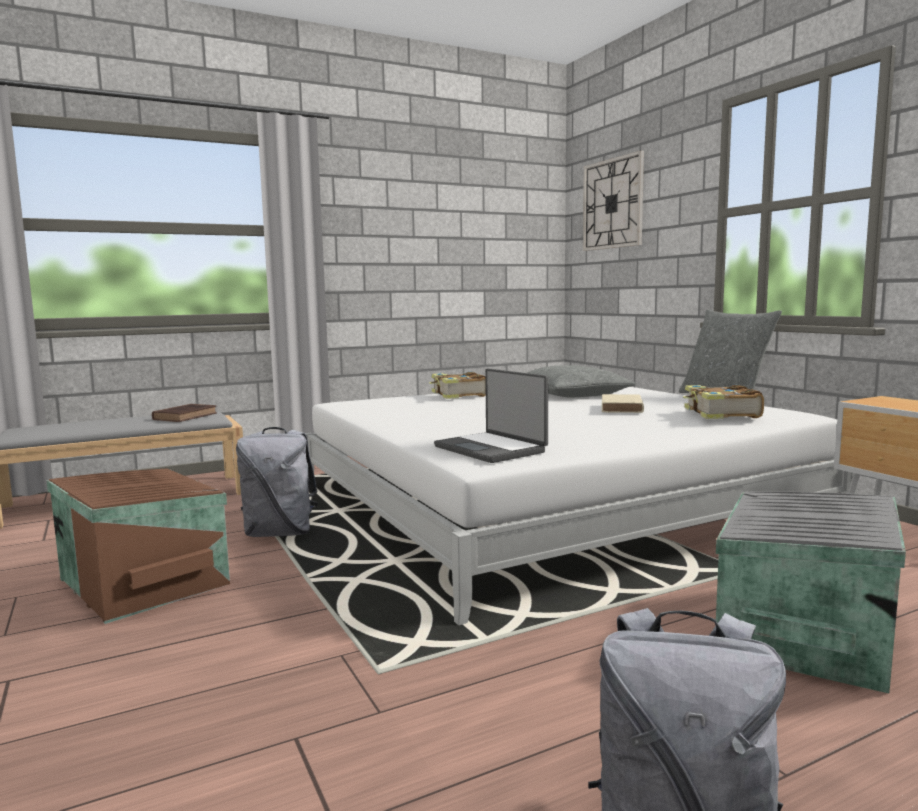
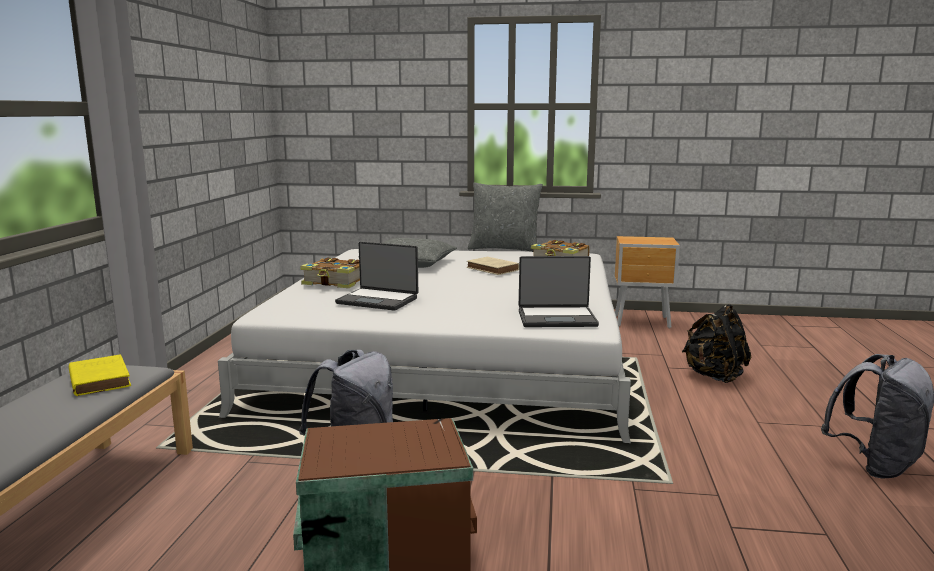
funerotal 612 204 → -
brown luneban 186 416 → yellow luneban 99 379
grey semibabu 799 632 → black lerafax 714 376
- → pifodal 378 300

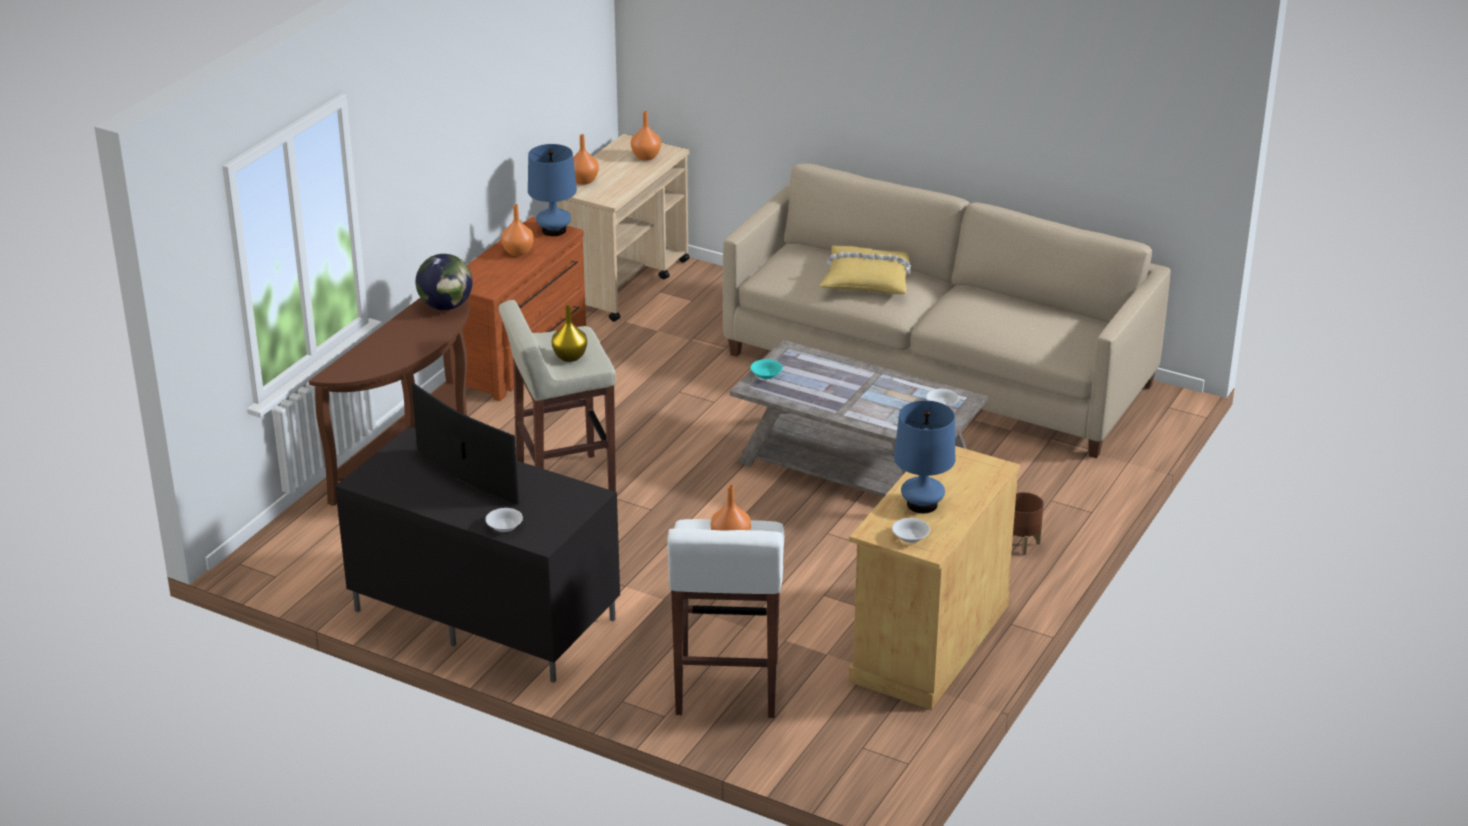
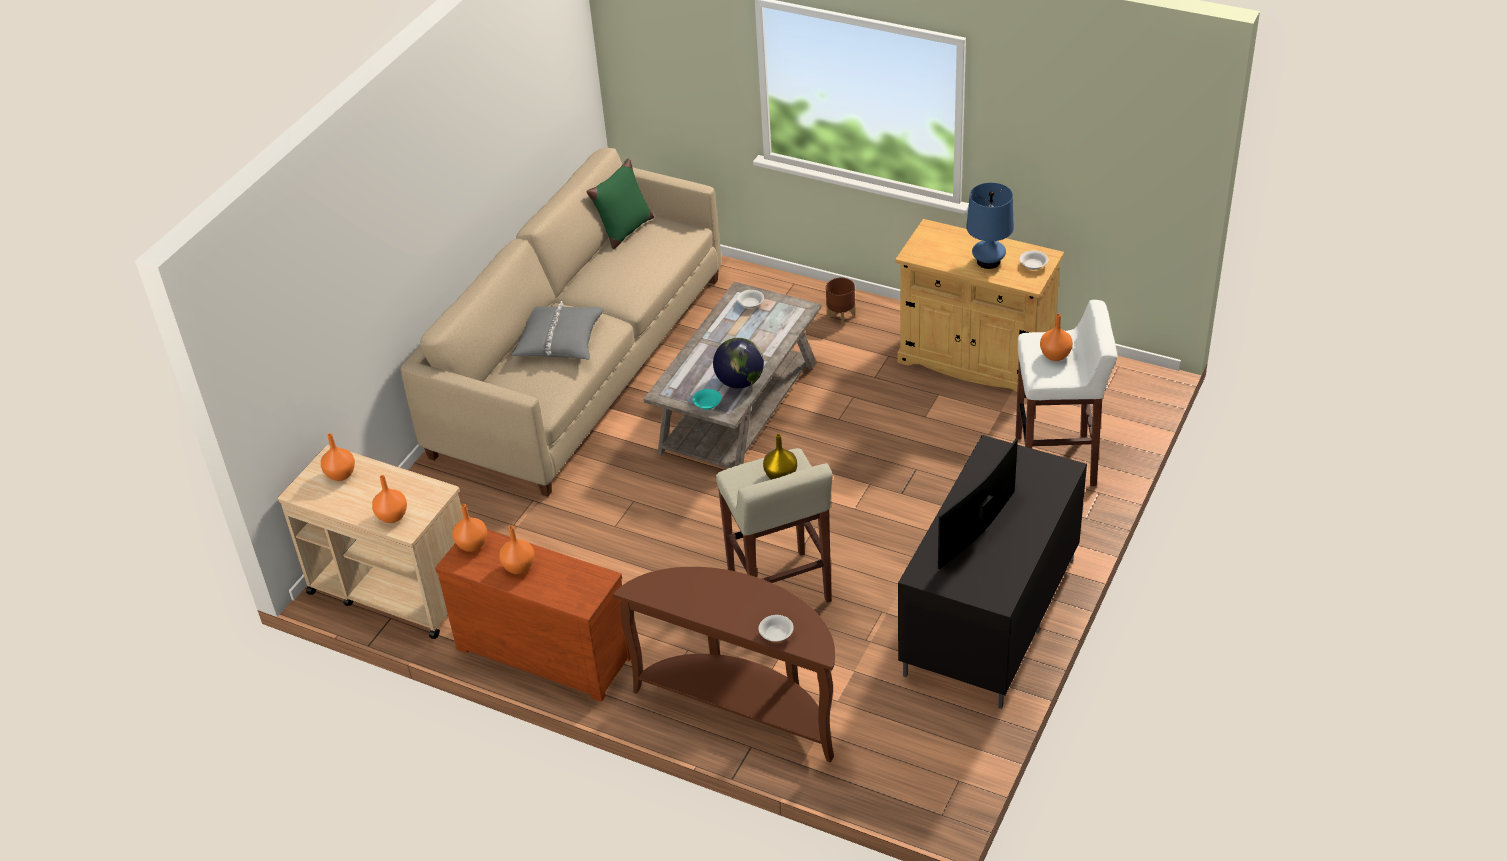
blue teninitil 554 230 → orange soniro 471 545
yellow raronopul 867 279 → grey raronopul 559 340
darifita 446 306 → darifita 740 382, shifted
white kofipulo 505 527 → white kofipulo 776 634, shifted
- → green raronopul 624 231

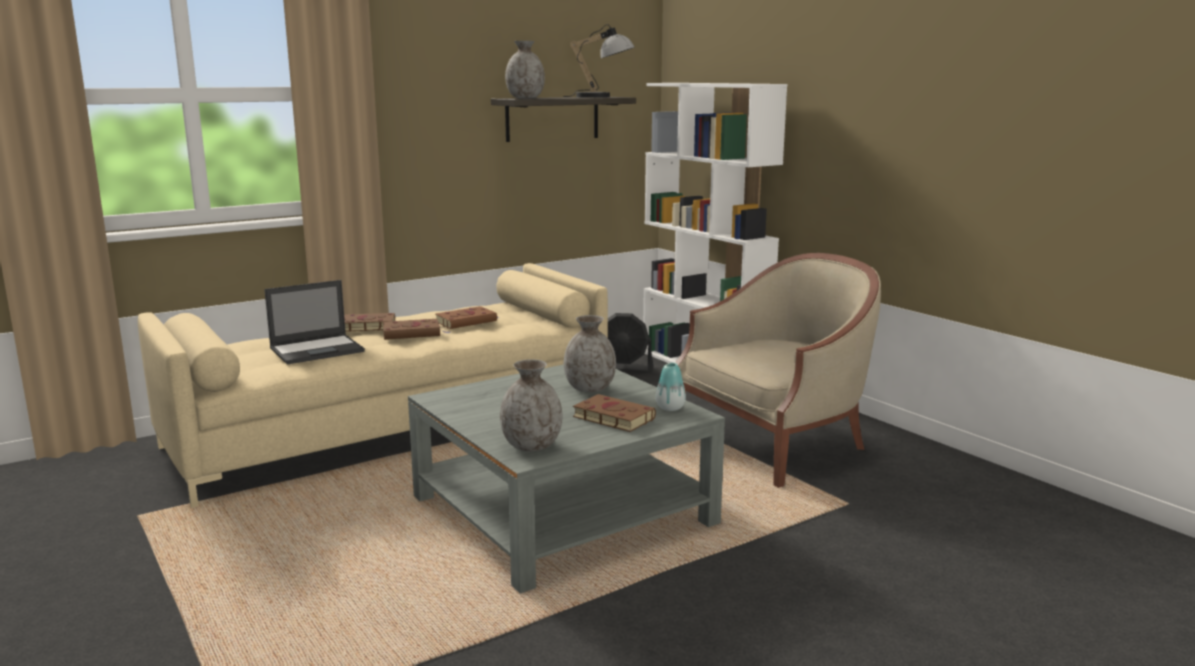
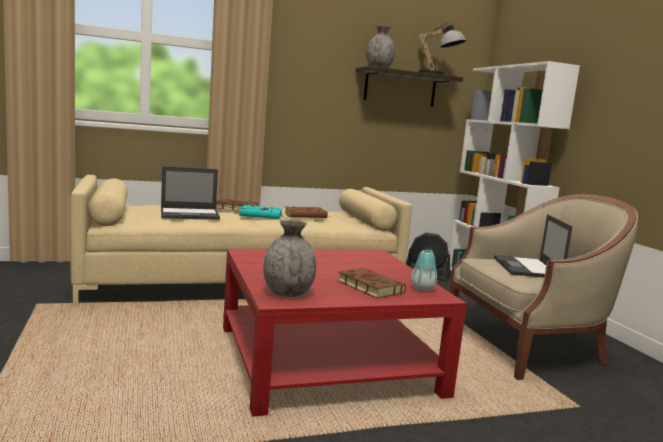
grey soniro 590 389 → -
brown luneban 413 333 → turquoise luneban 262 215
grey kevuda 562 510 → red kevuda 326 360
- → pifodal 527 268

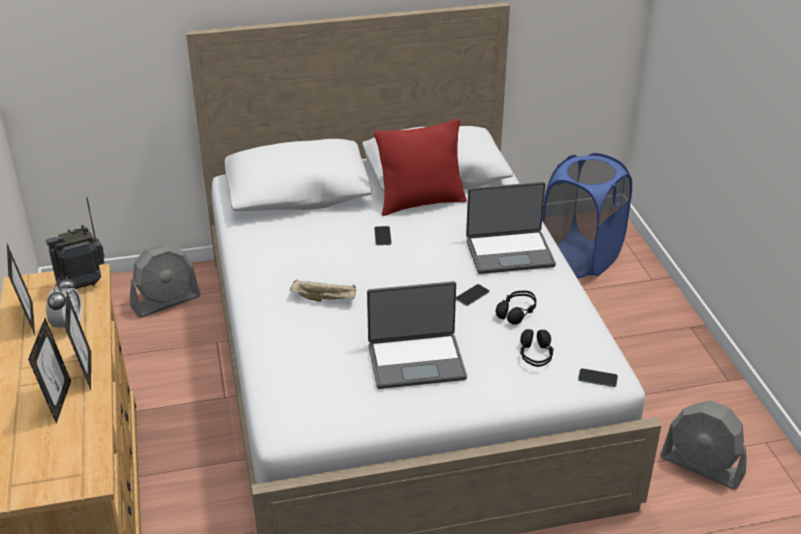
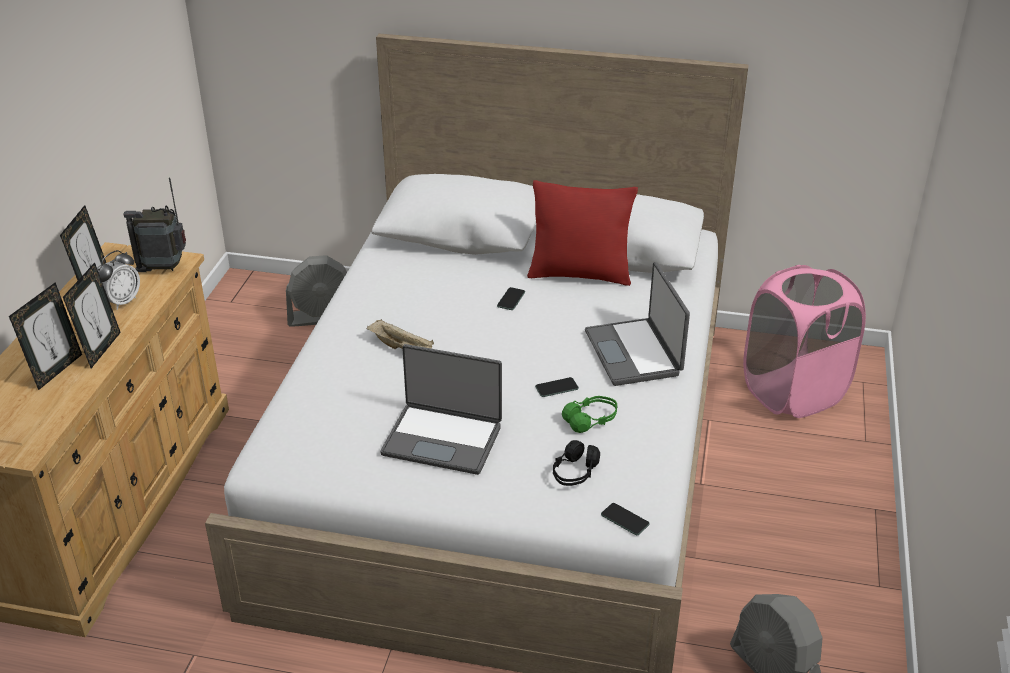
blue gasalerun 580 258 → pink gasalerun 793 392
pifodal 509 252 → pifodal 635 353, 60 degrees clockwise
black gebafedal 516 312 → green gebafedal 591 420

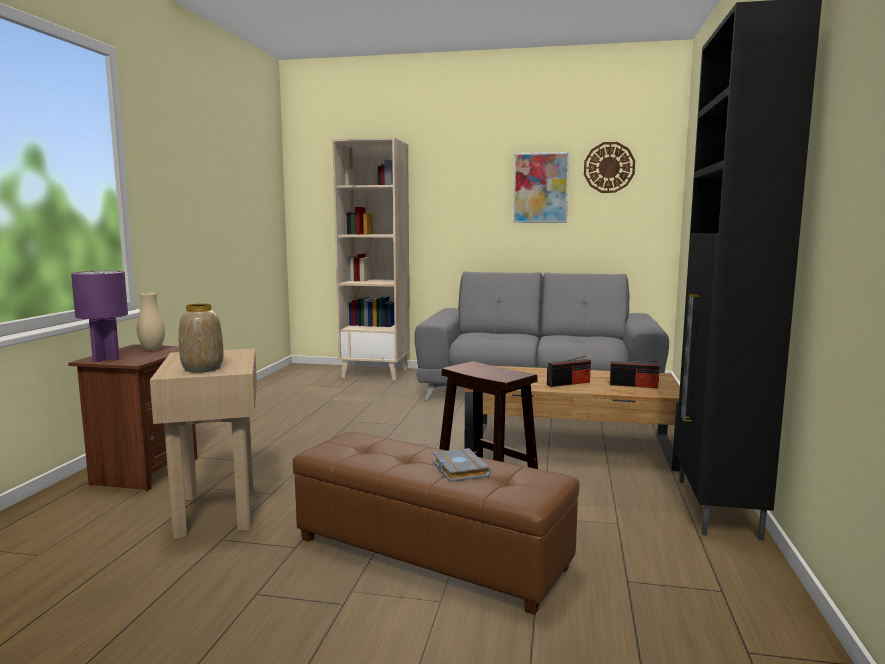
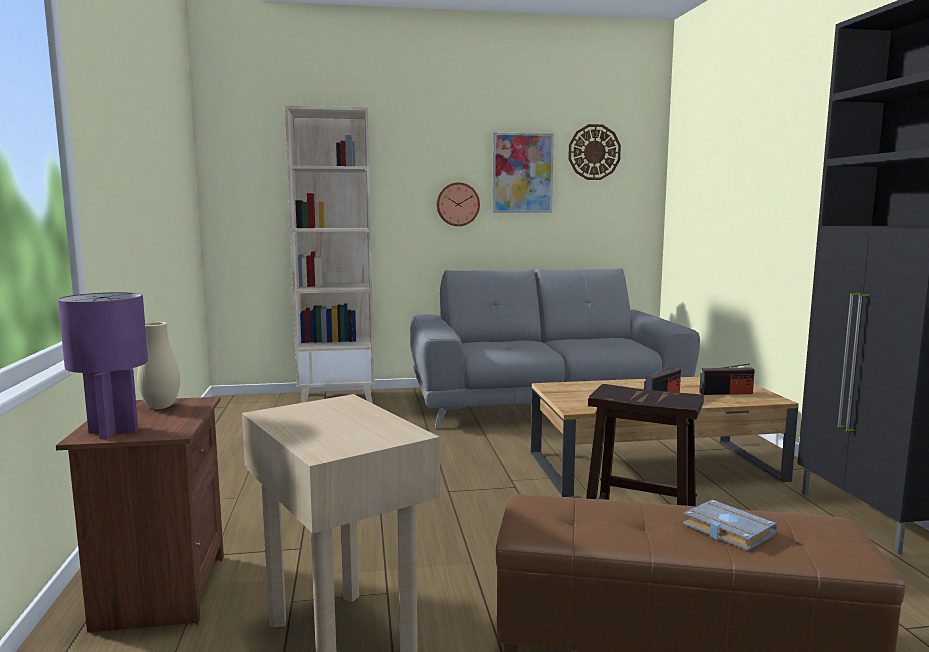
soniro 203 369 → -
- → funerotal 457 204

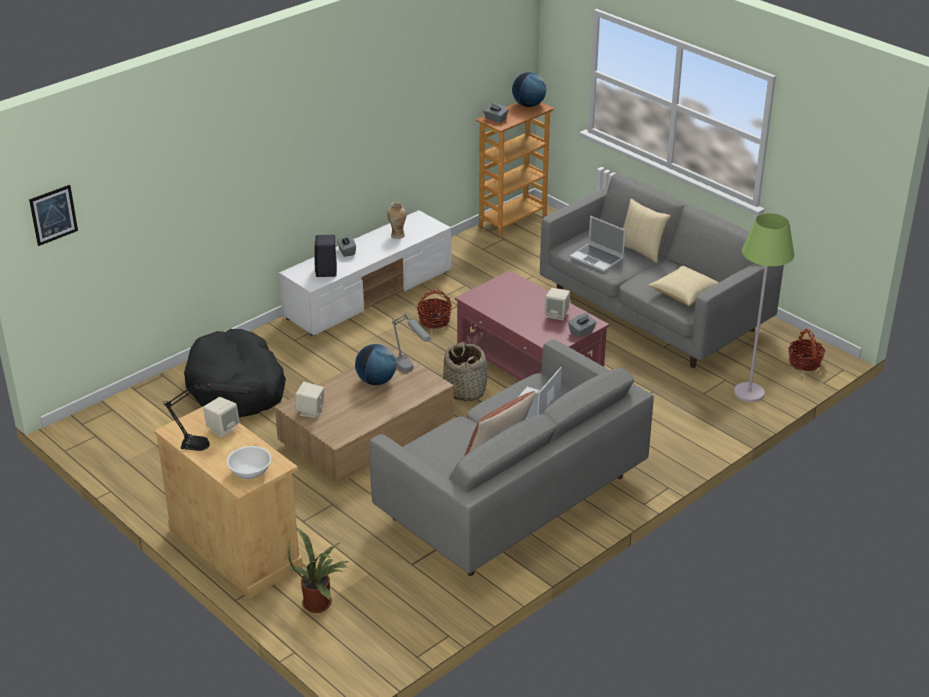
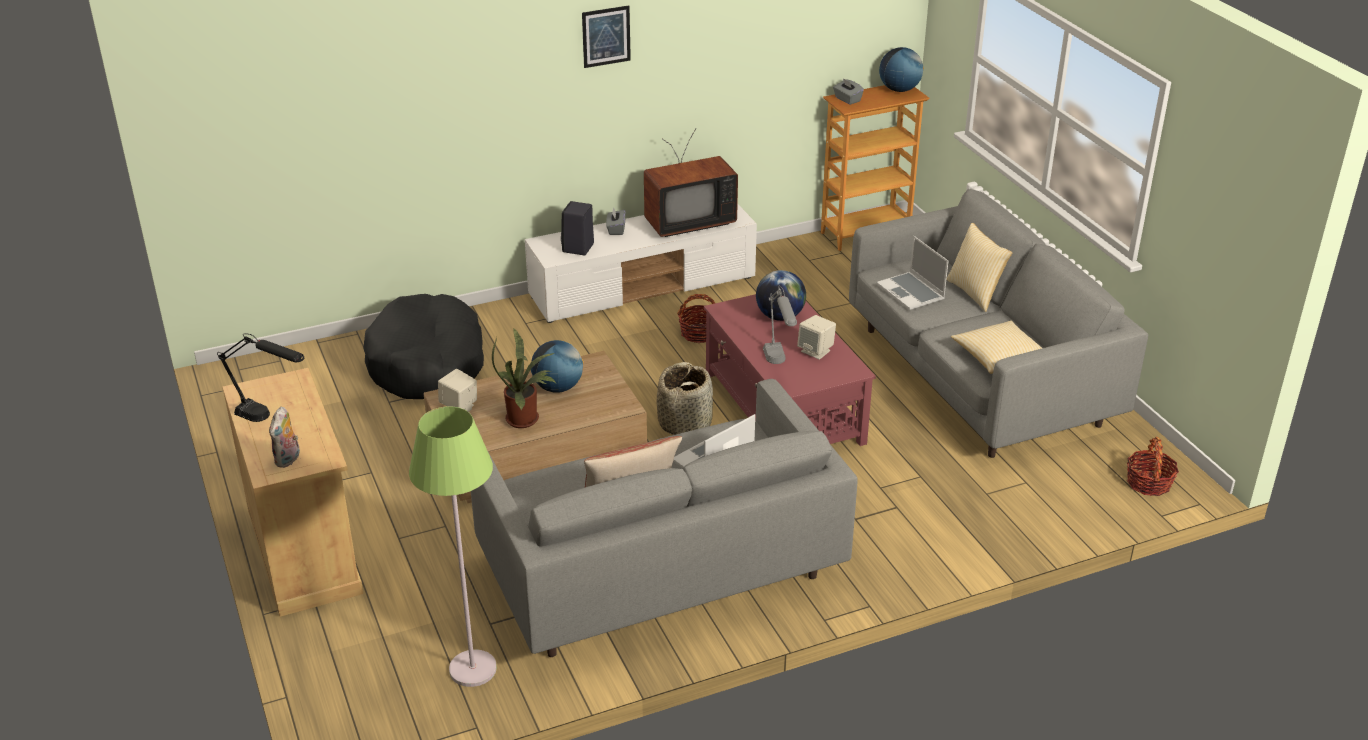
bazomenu 53 215 → bazomenu 606 36, shifted
soniro 397 235 → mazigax 687 222
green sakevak 749 393 → green sakevak 472 669, shifted
grey teninitil 411 373 → grey teninitil 778 366, shifted
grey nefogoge 582 332 → -
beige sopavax 222 429 → -
white kofipulo 250 472 → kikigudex 288 460
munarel 320 602 → munarel 526 419, shifted
- → darifita 780 316

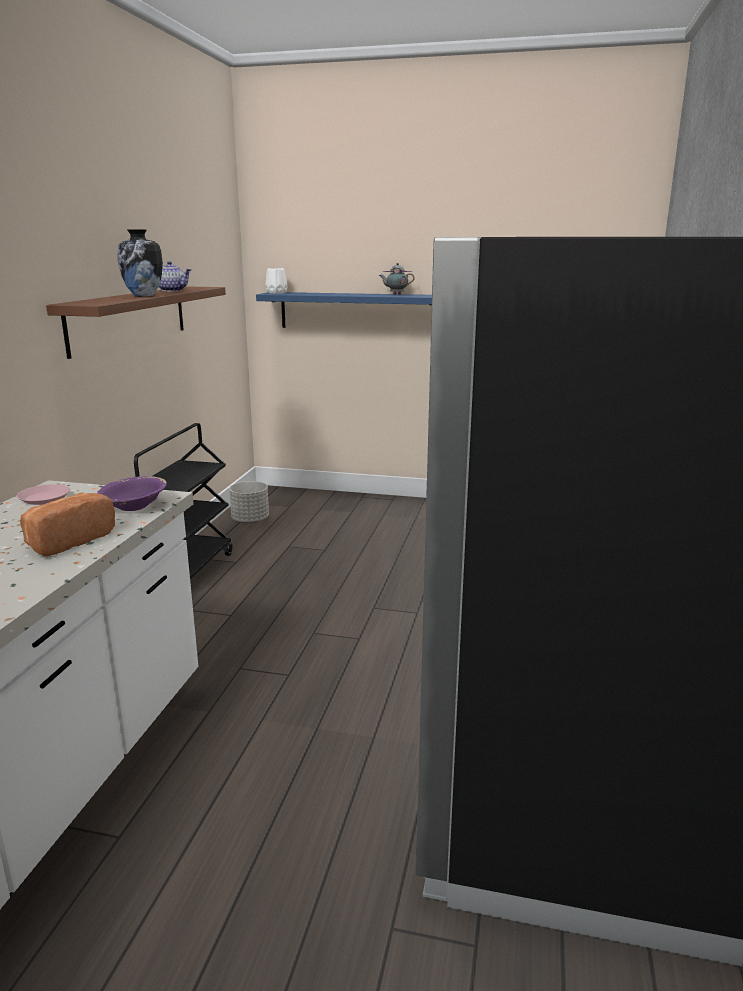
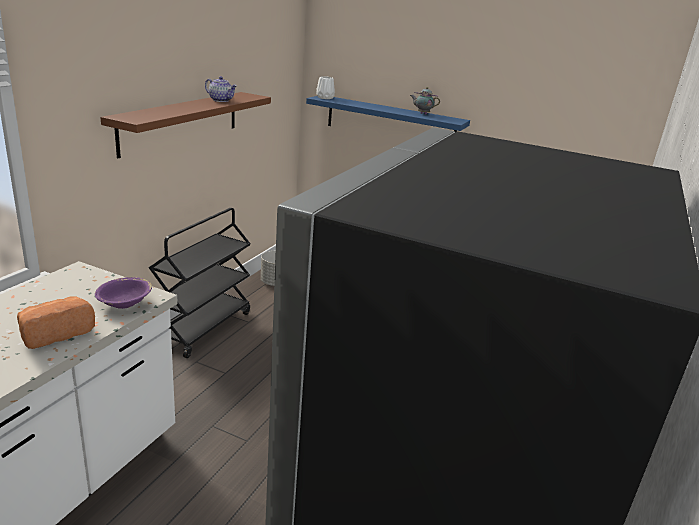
soniro 144 296 → -
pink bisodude 44 498 → -

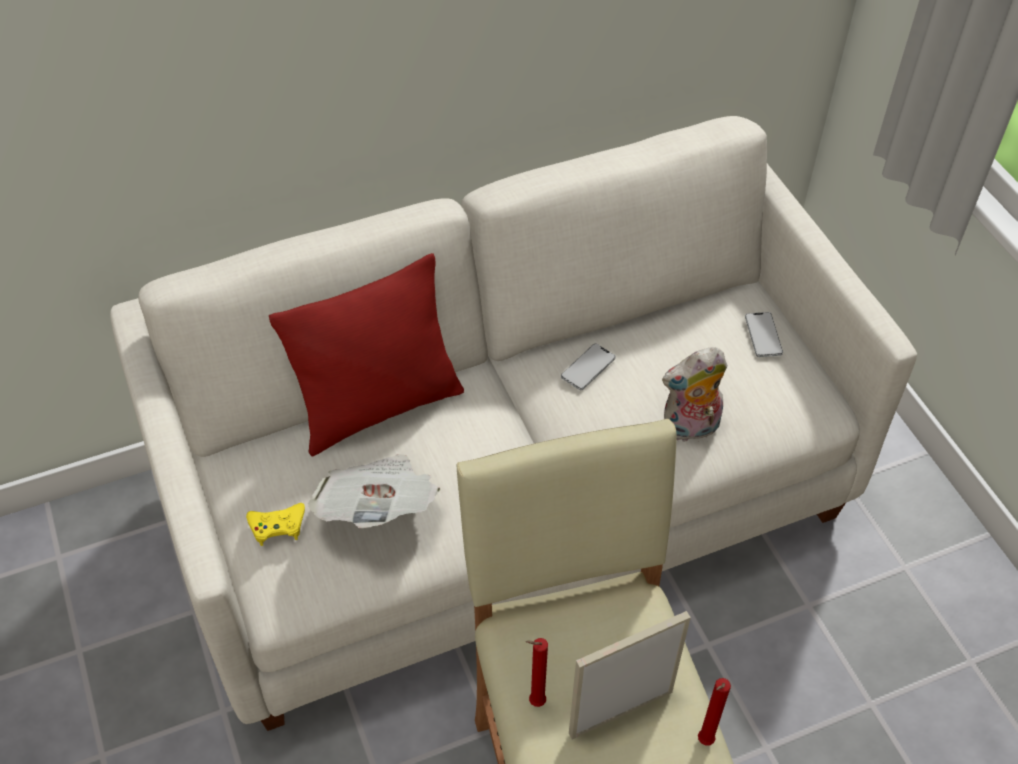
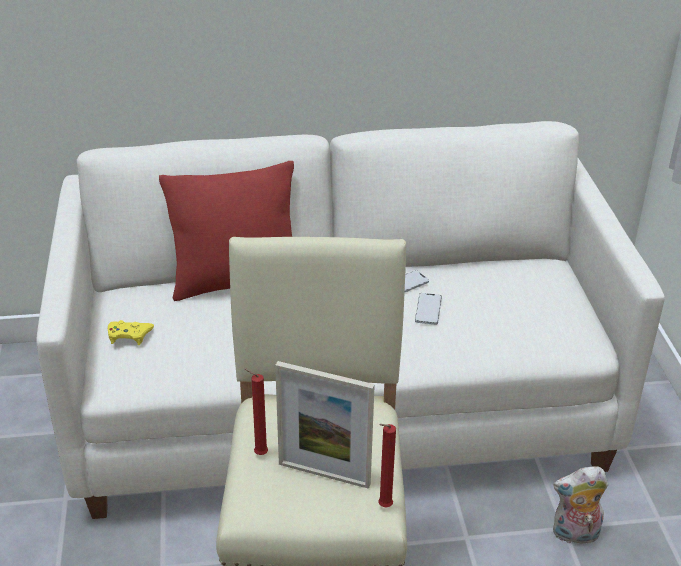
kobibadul 763 335 → kobibadul 428 309, shifted
kikigudex 690 429 → kikigudex 574 535, shifted
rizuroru 379 508 → -
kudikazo 620 712 → kudikazo 324 474, 150 degrees counterclockwise

